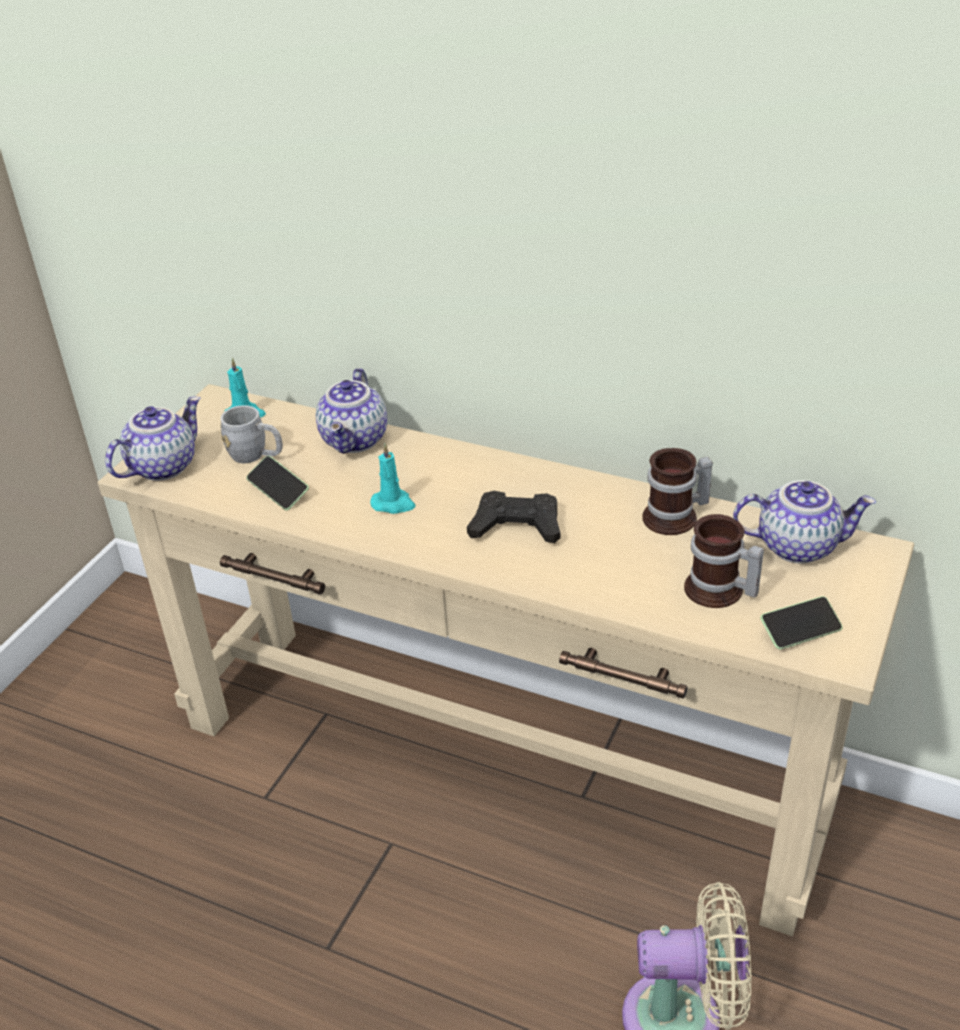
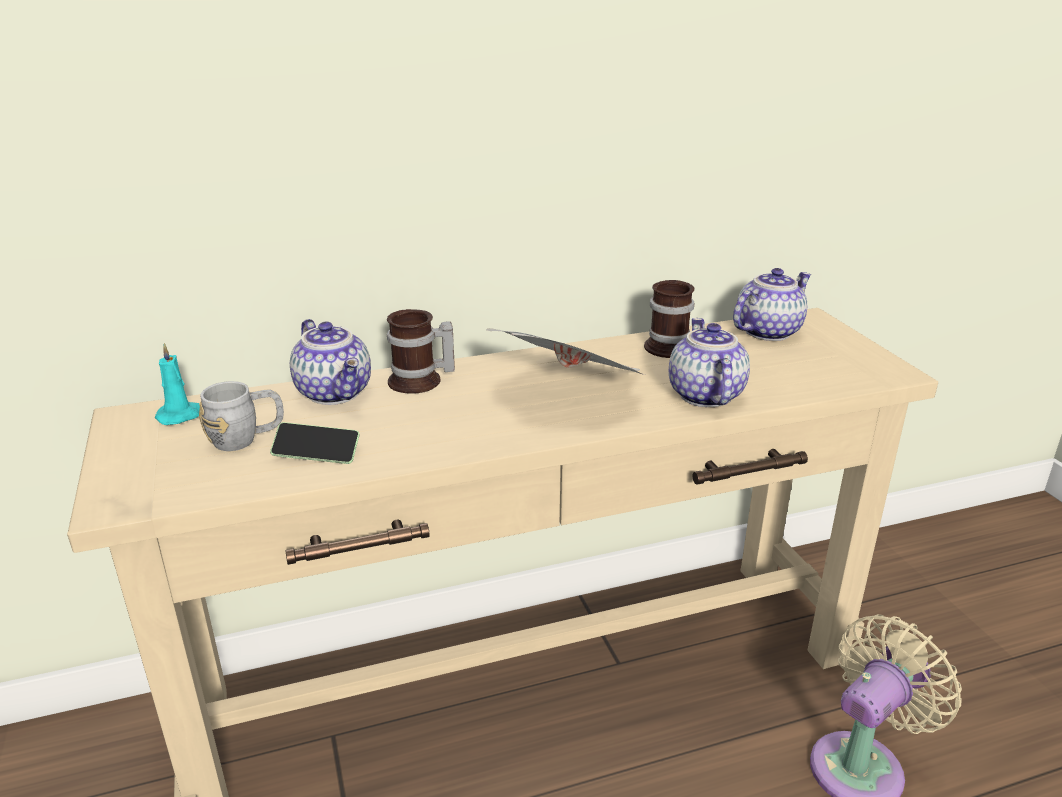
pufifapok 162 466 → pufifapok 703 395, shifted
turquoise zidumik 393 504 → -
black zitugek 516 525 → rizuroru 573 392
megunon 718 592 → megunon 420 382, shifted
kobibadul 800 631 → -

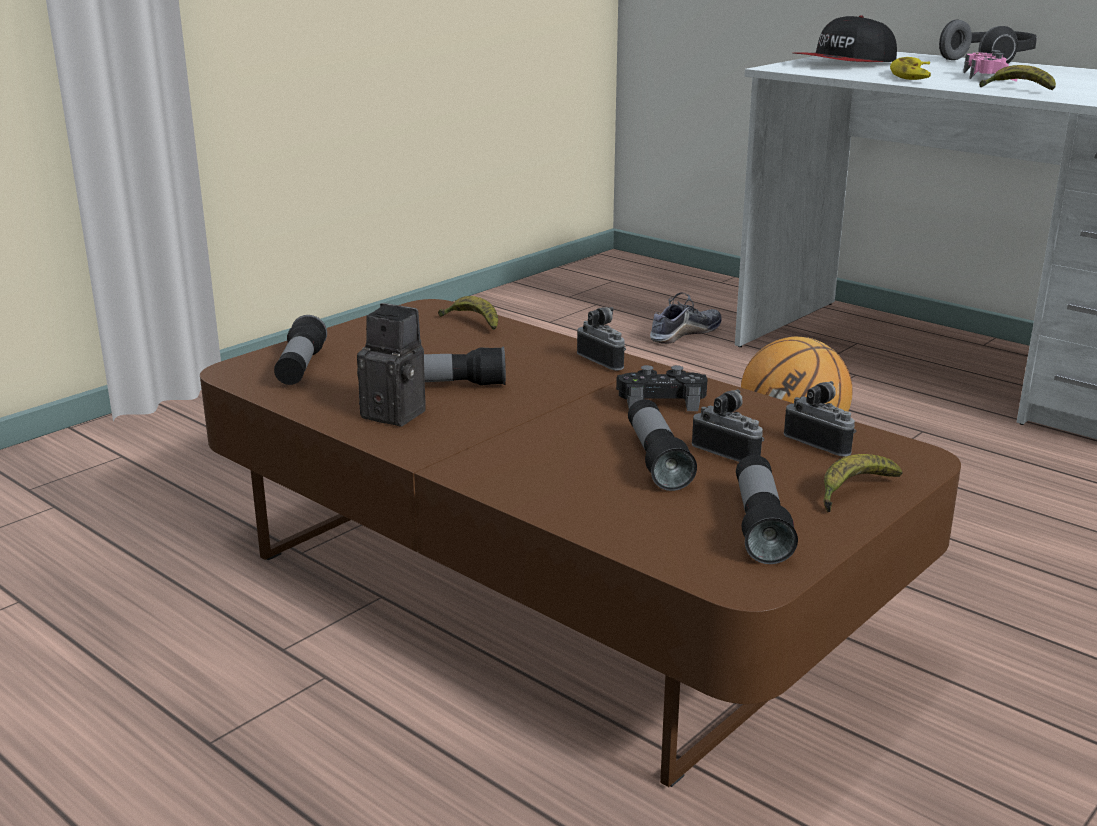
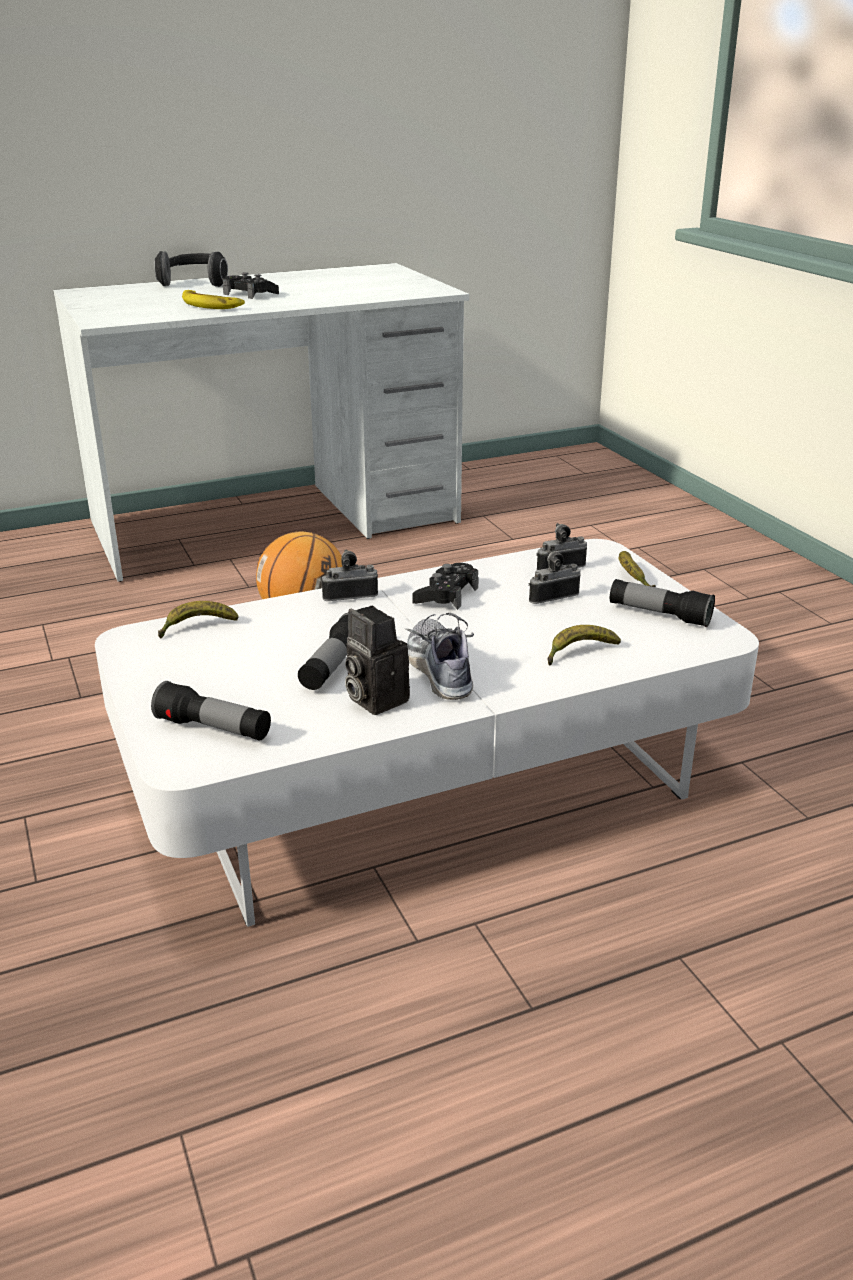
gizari 845 63 → -
pink zitugek 989 77 → black zitugek 250 294
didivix 1018 89 → didivix 579 652, shifted
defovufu 684 334 → defovufu 439 670, shifted
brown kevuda 548 589 → white kevuda 426 780
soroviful 398 413 → soroviful 373 699, 90 degrees counterclockwise
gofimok 657 460 → -

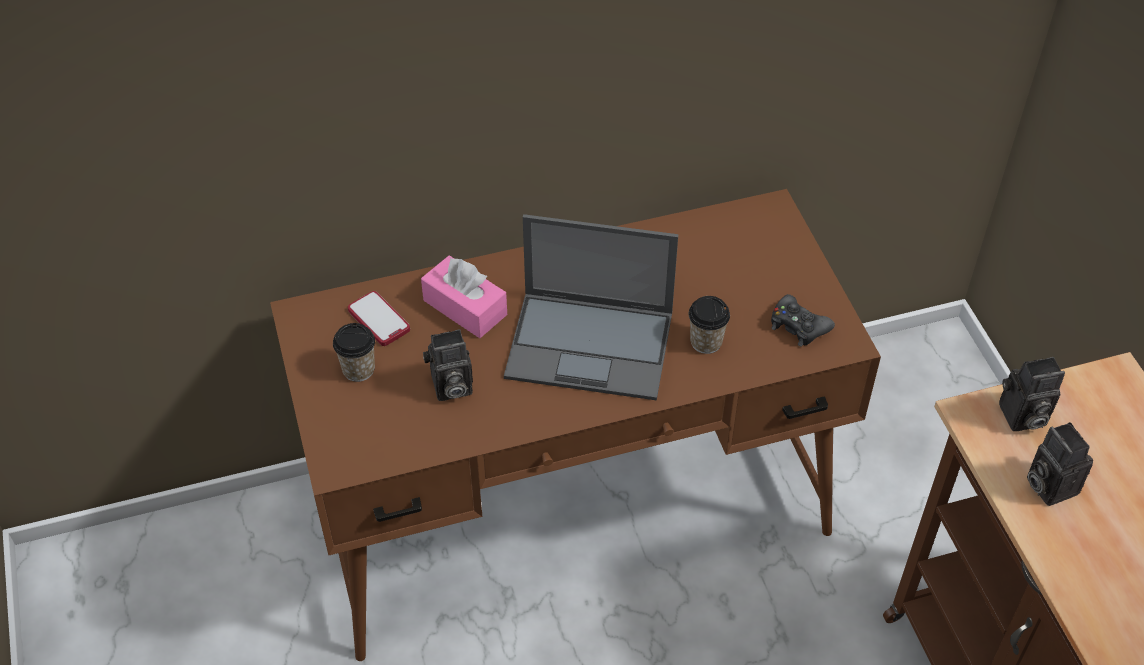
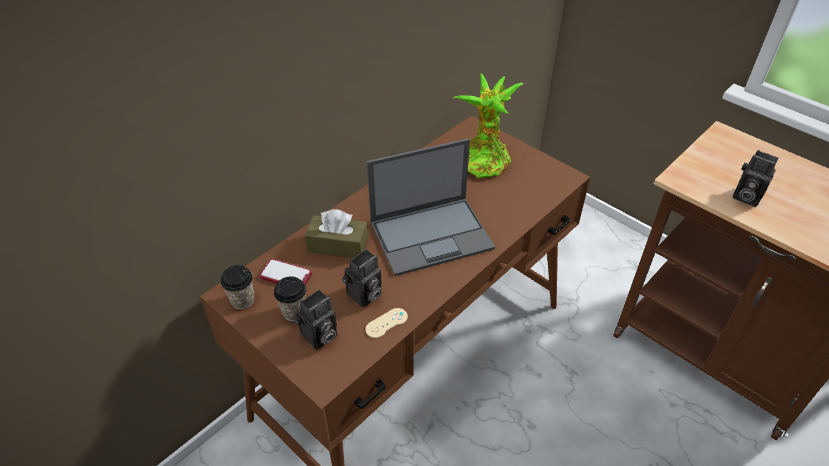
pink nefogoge 465 307 → brown nefogoge 338 245
black zitugek 798 326 → -
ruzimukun 706 342 → ruzimukun 242 300, shifted
soroviful 1021 417 → soroviful 319 337, shifted
- → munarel 484 159
- → beige zitugek 386 323

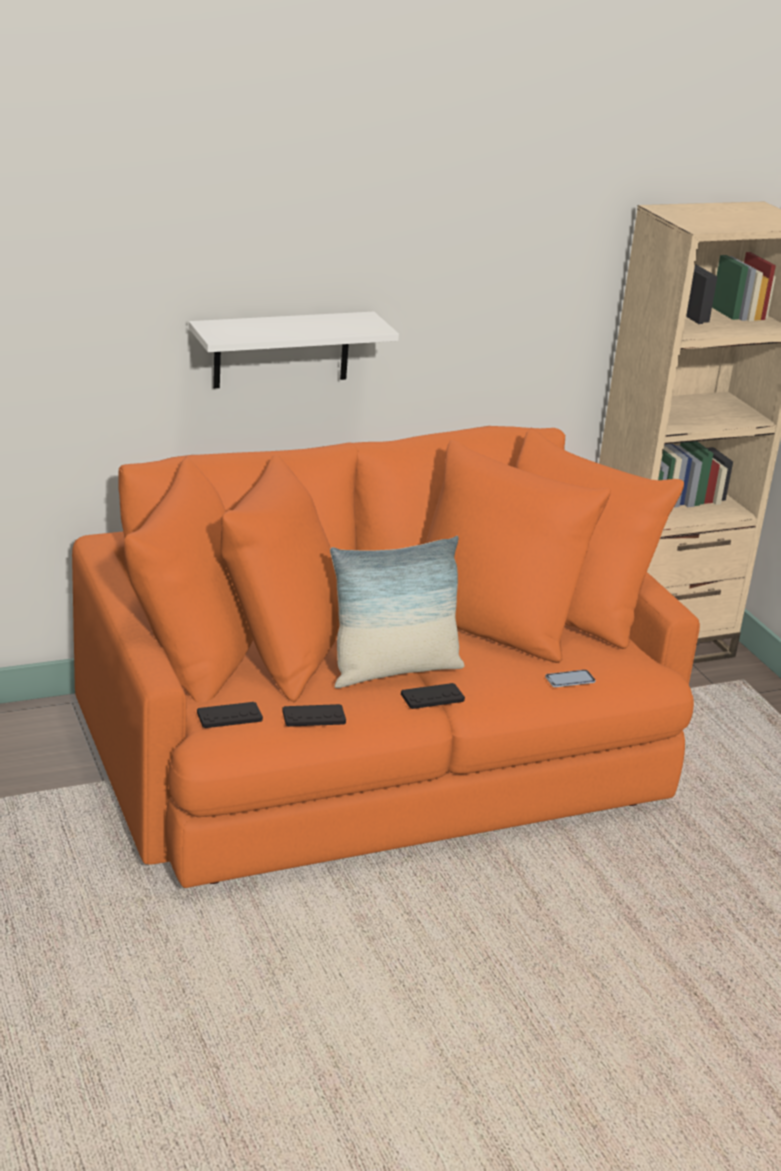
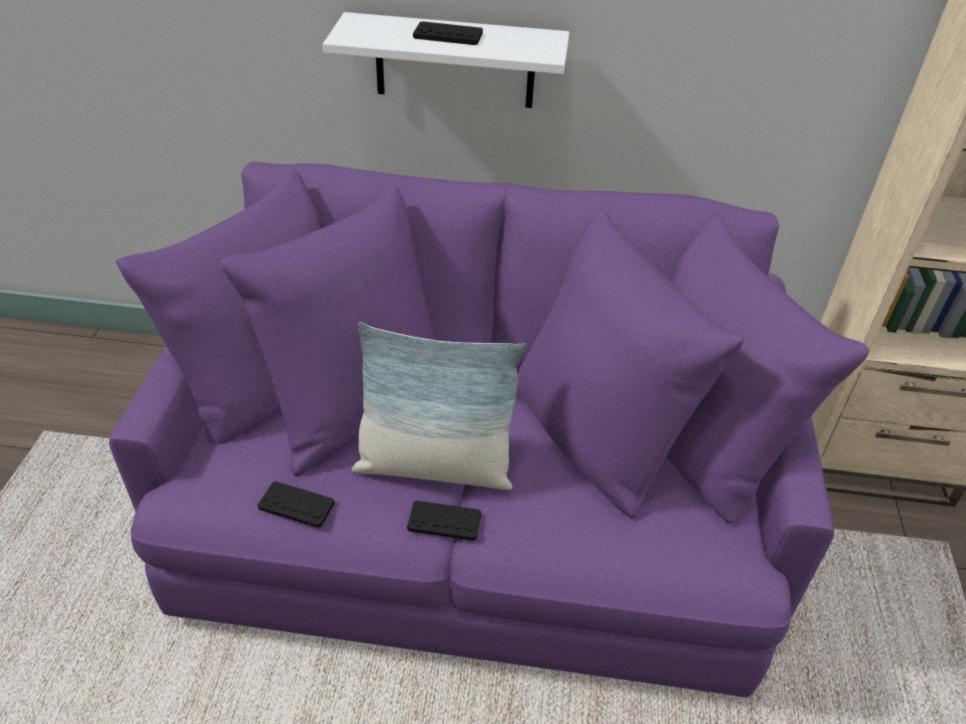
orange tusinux 376 752 → purple tusinux 478 502
kobibadul 570 680 → -
black zitugek 229 716 → black zitugek 448 35, shifted

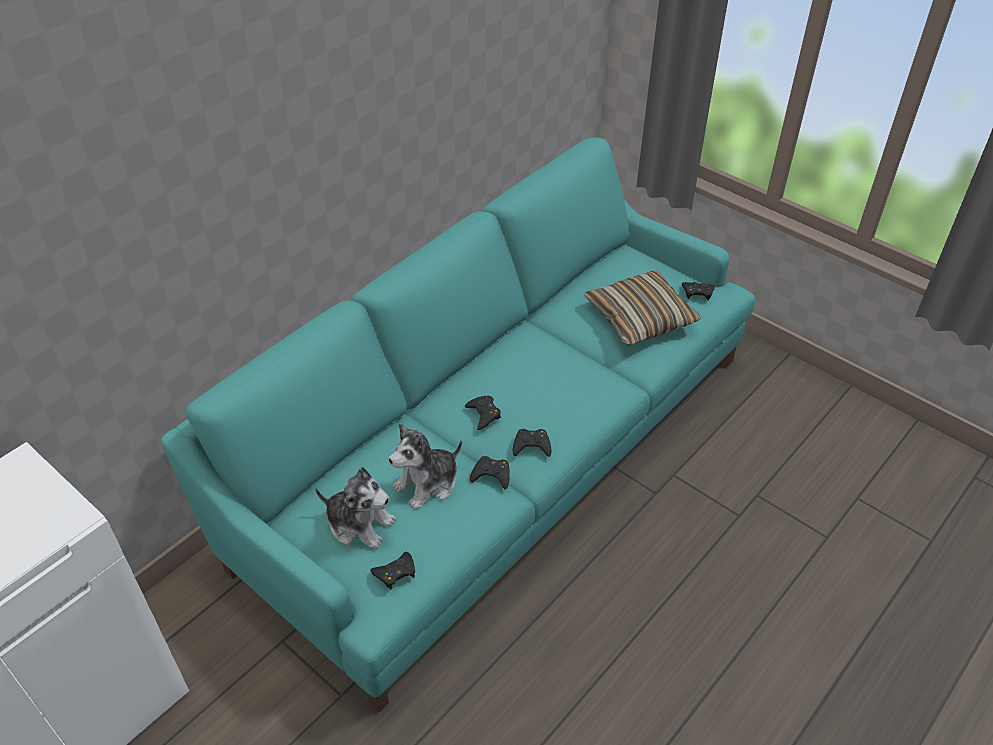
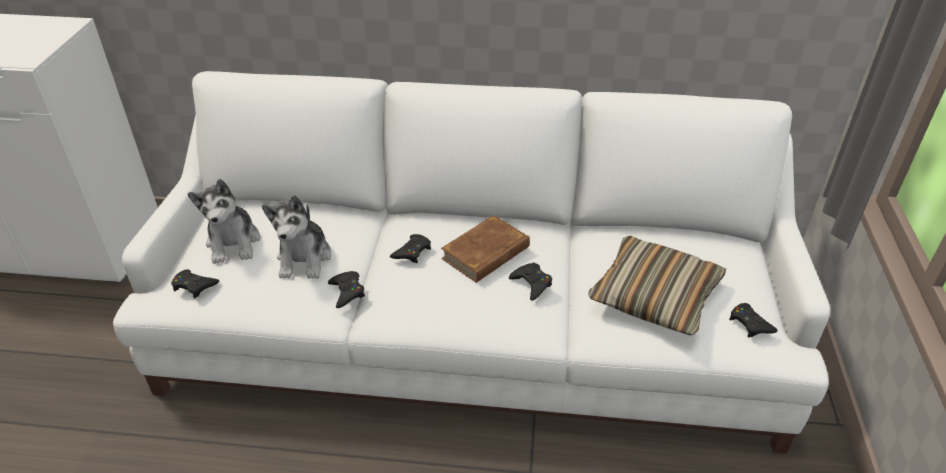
turquoise tusinux 496 451 → white tusinux 473 327
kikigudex 428 484 → kikigudex 304 258, 105 degrees counterclockwise
black zitugek 531 446 → black zitugek 532 284, shifted
- → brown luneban 486 253

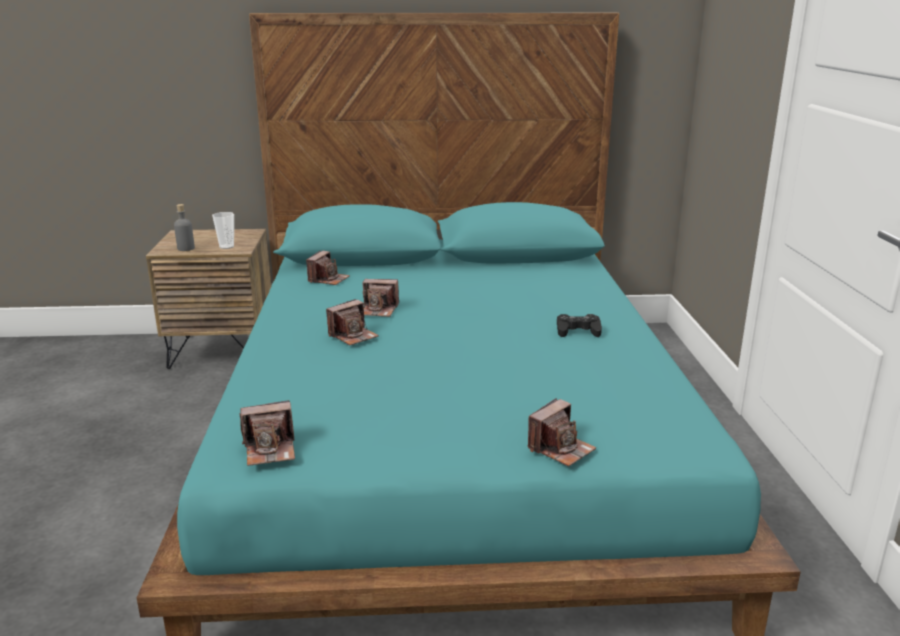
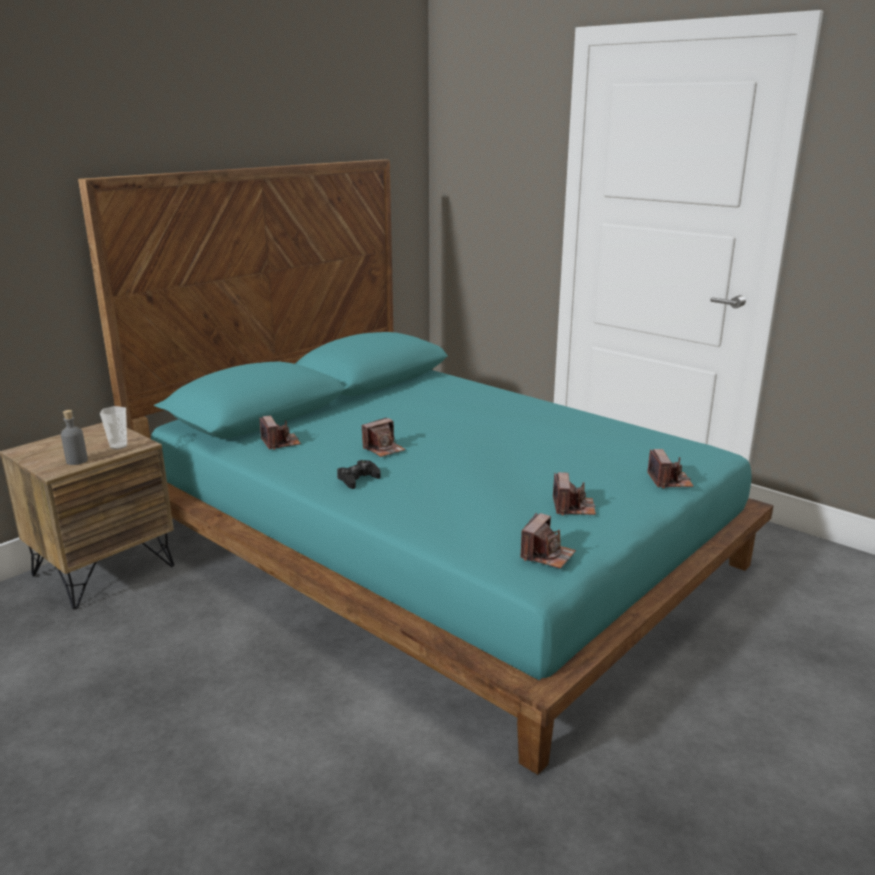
soroviful 353 336 → soroviful 573 507, shifted
black zitugek 577 331 → black zitugek 358 479, shifted

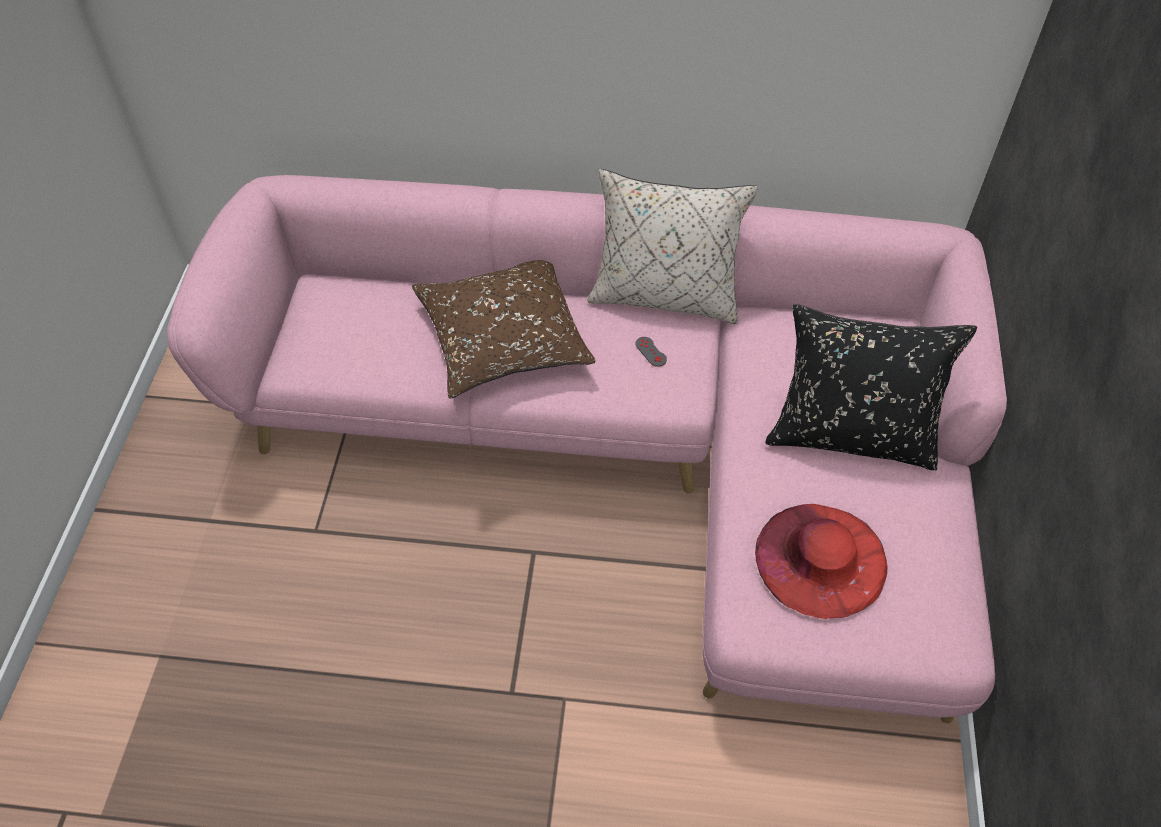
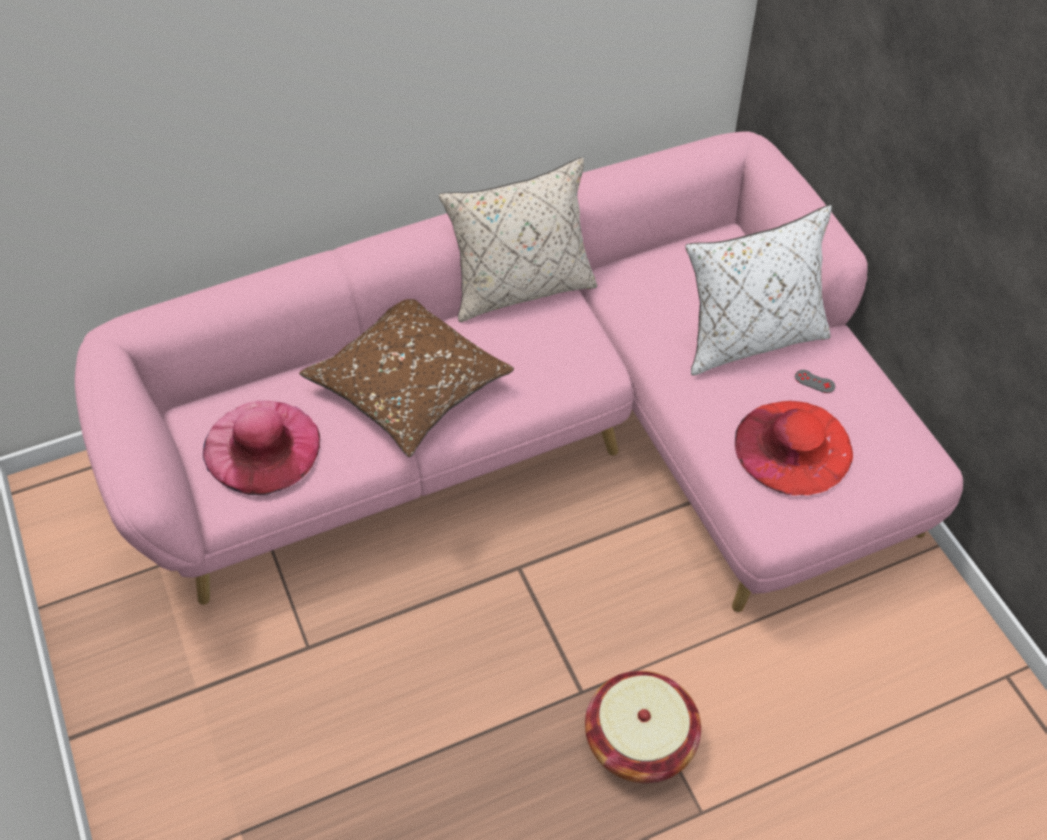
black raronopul 850 435 → white raronopul 750 339
grey zitugek 651 352 → grey zitugek 814 381, shifted
- → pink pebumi 262 446
- → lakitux 640 740

